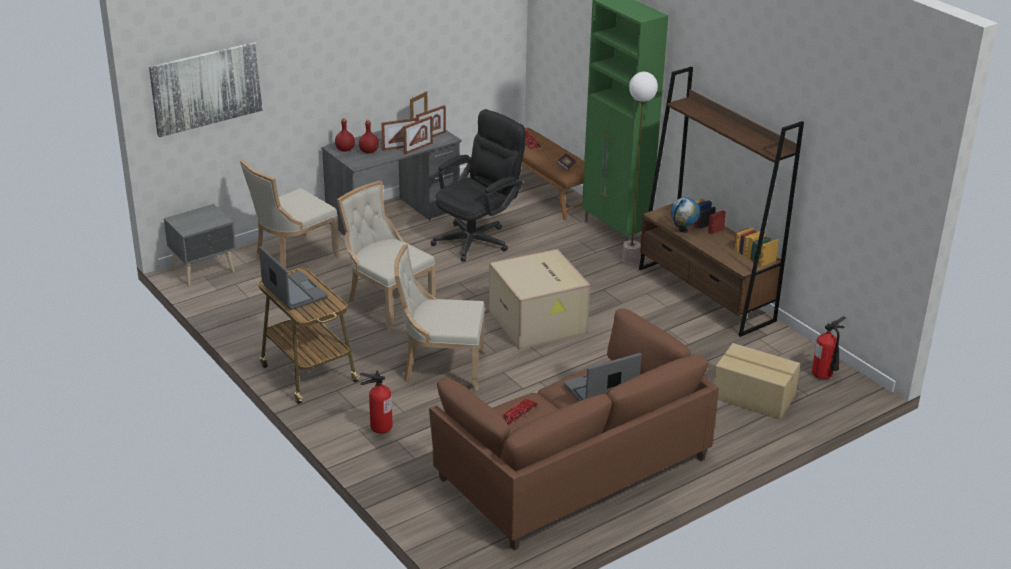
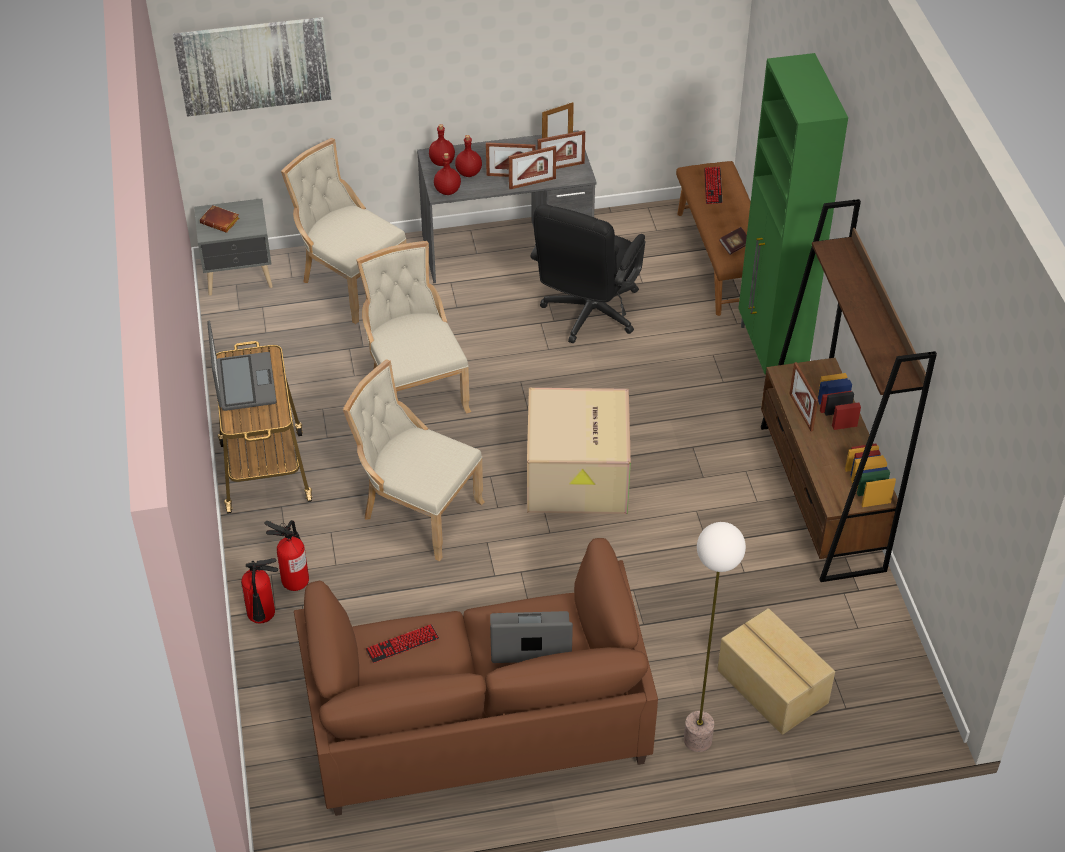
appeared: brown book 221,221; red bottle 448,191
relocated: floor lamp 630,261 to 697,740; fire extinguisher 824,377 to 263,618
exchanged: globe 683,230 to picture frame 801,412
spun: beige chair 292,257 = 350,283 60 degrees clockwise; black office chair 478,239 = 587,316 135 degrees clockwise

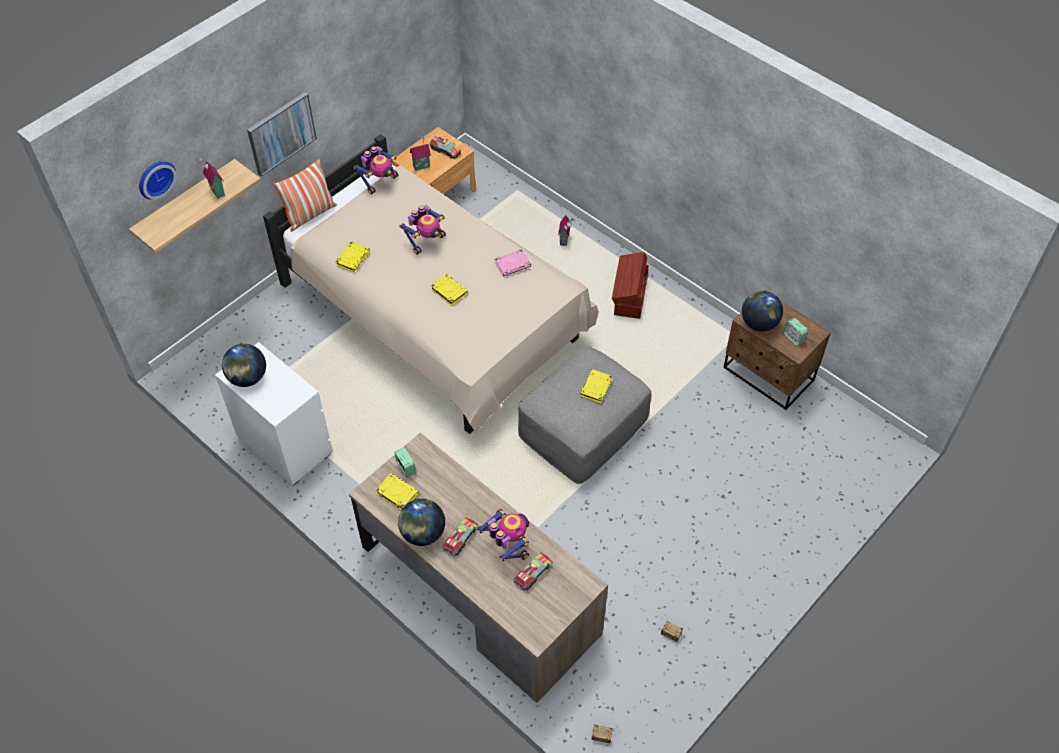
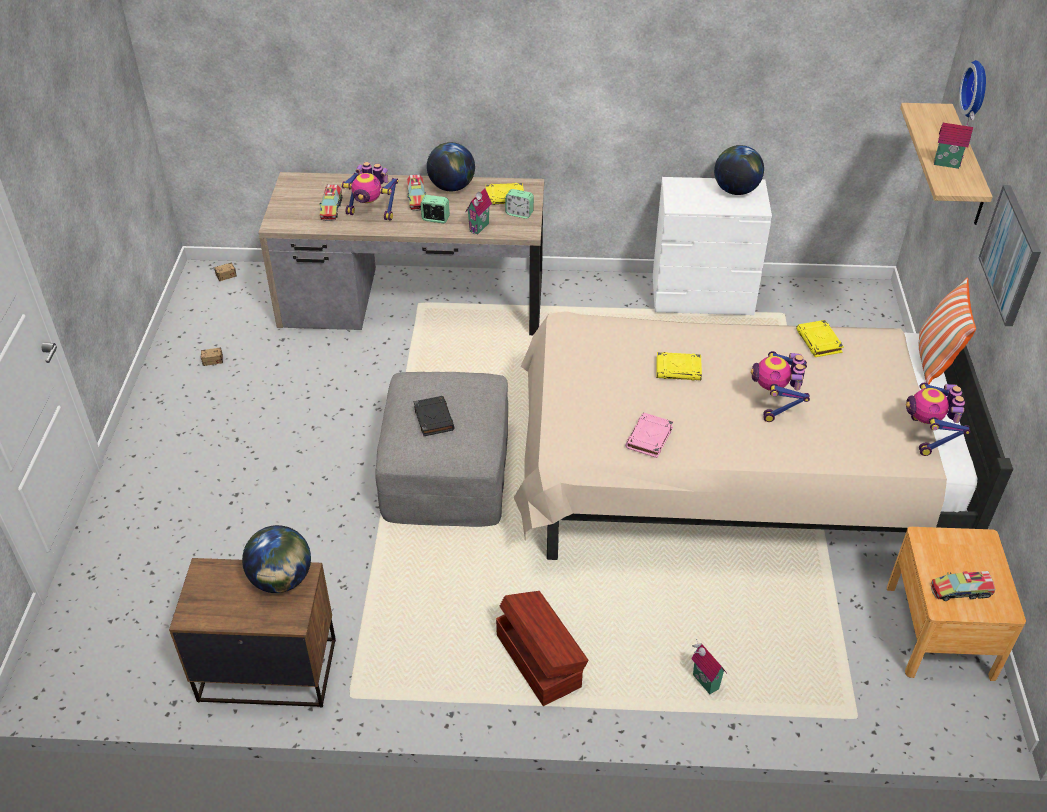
relocated: toy house 421,165 to 480,228; alarm clock 794,337 to 435,219
colour: yellow book 596,388 to black book 433,418

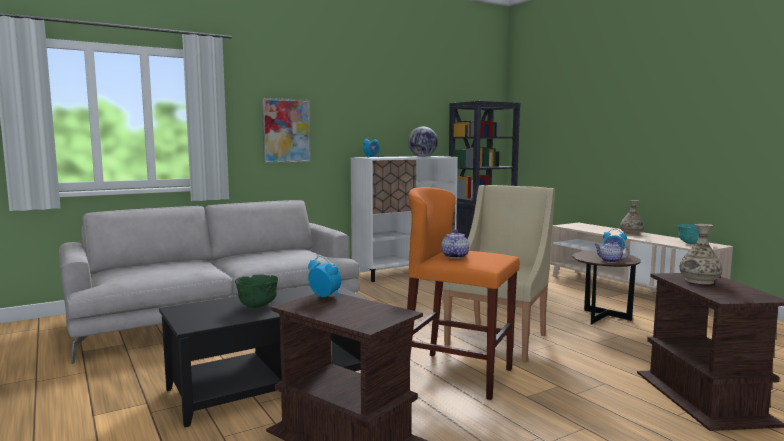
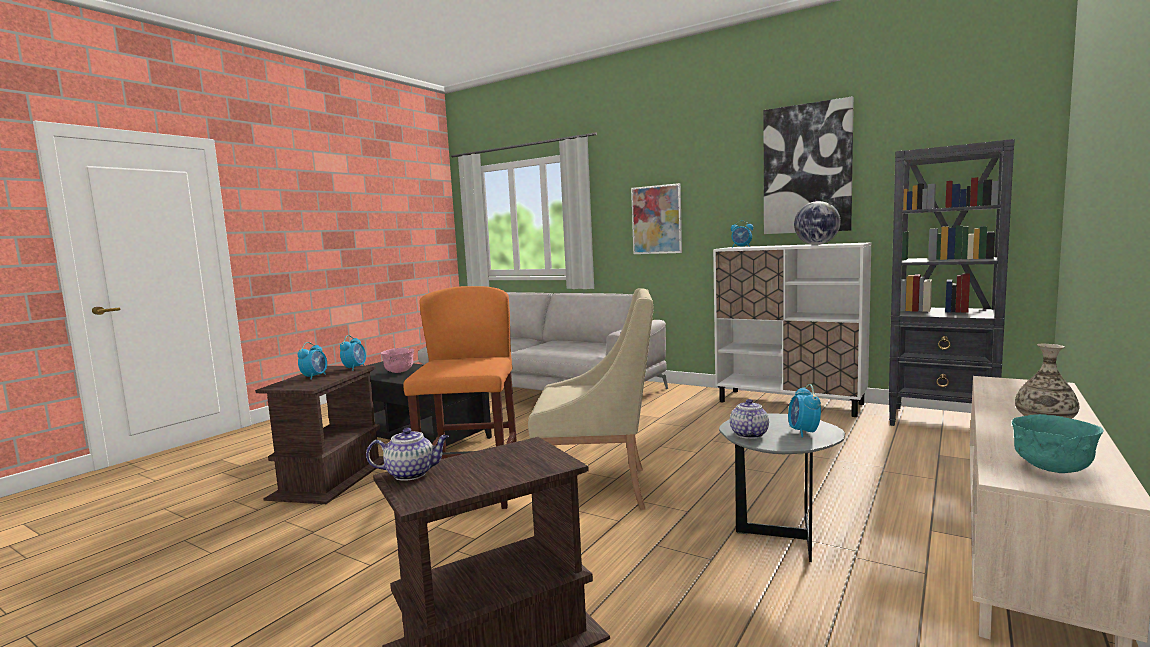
missing: vase 699,281
appeared: alarm clock 315,377; picture 807,169
relocated: teapot 454,256 to 411,473
colour: green bowl 257,306 to pink bowl 399,372; brown side table 602,319 to grey side table 780,538

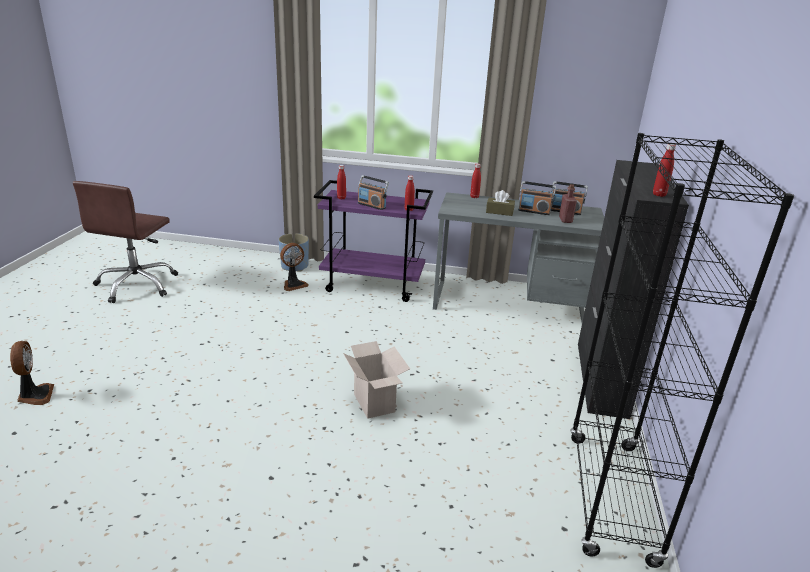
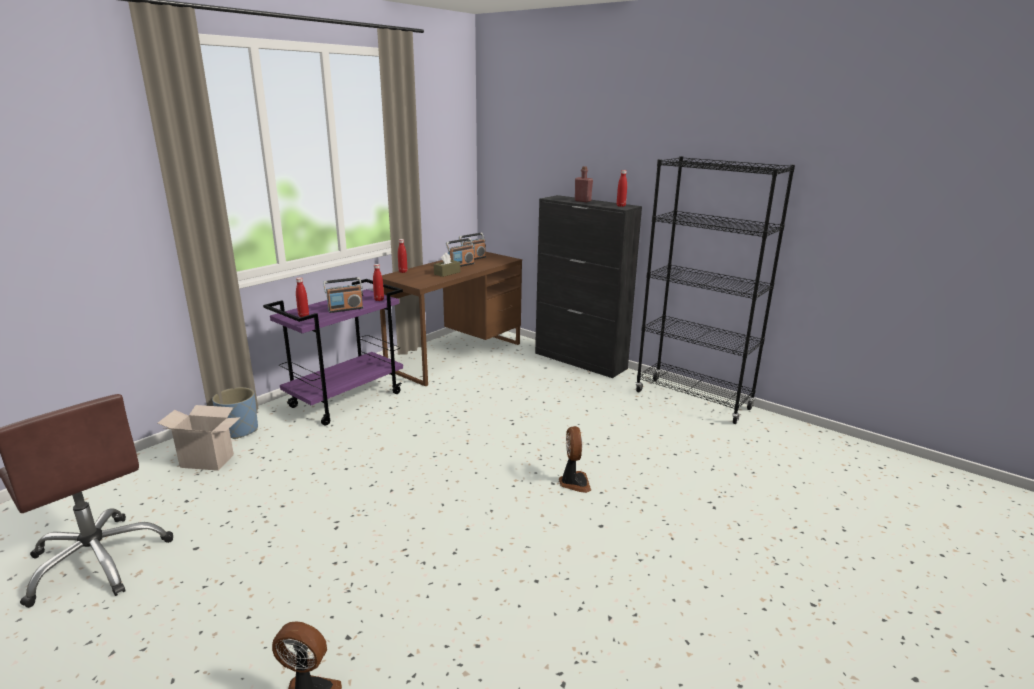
relocated: fan 294,284 to 573,482; cardboard box 376,403 to 209,460; red bottle 565,220 to 582,201
colour: grey desk 509,304 to brown desk 456,356

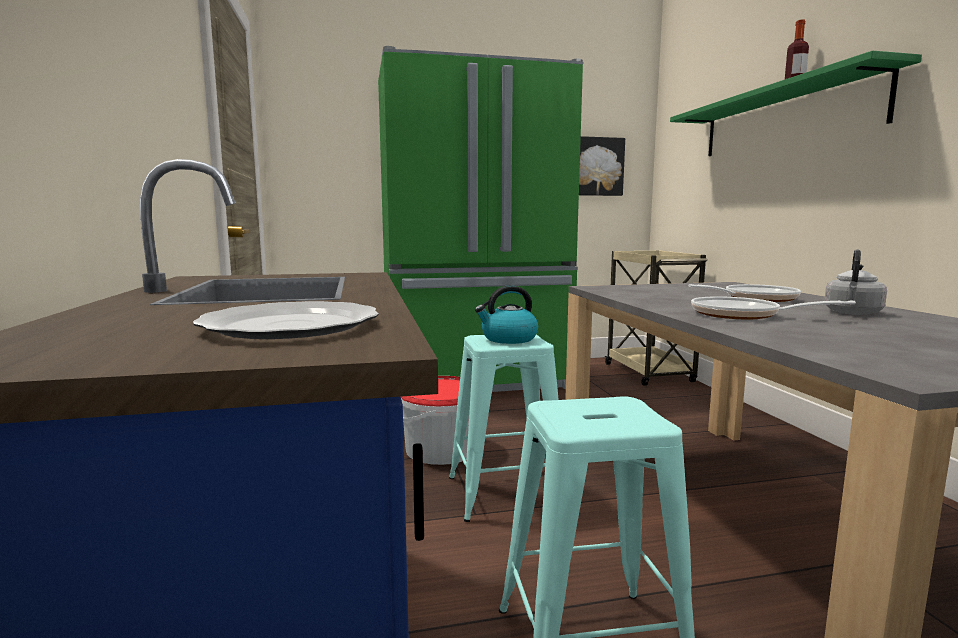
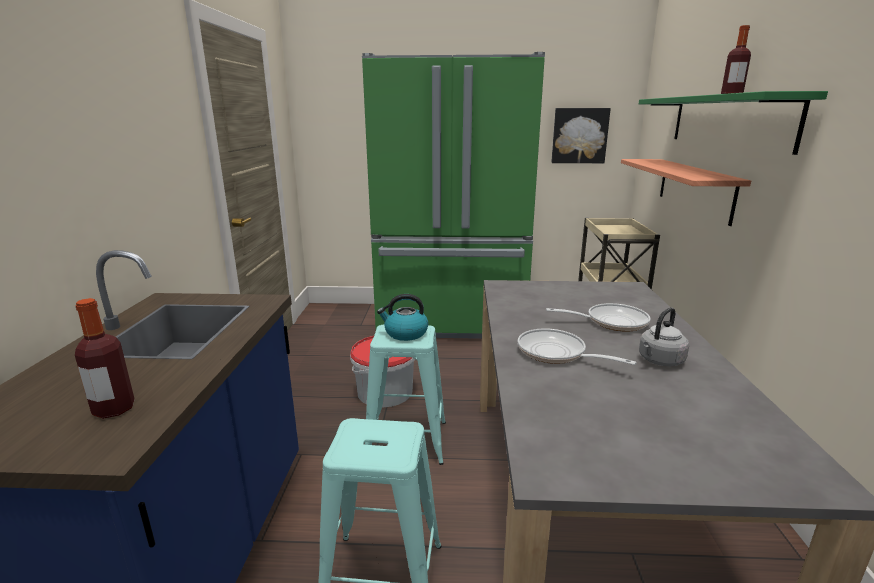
appeared: shelf 694,188
exchanged: plate 293,325 to bottle 114,409

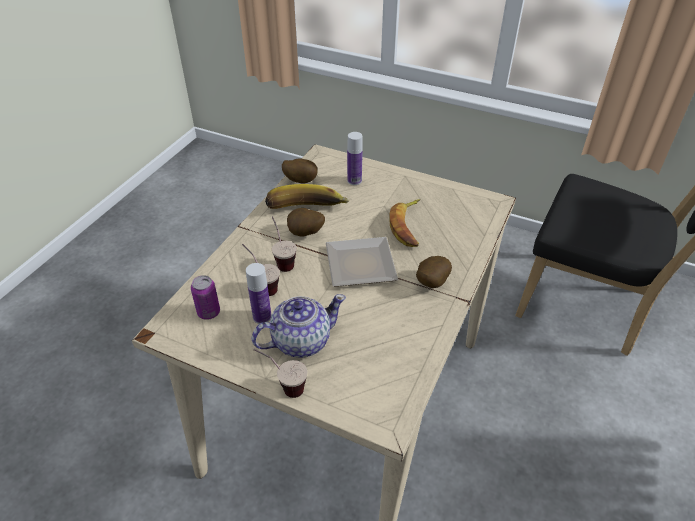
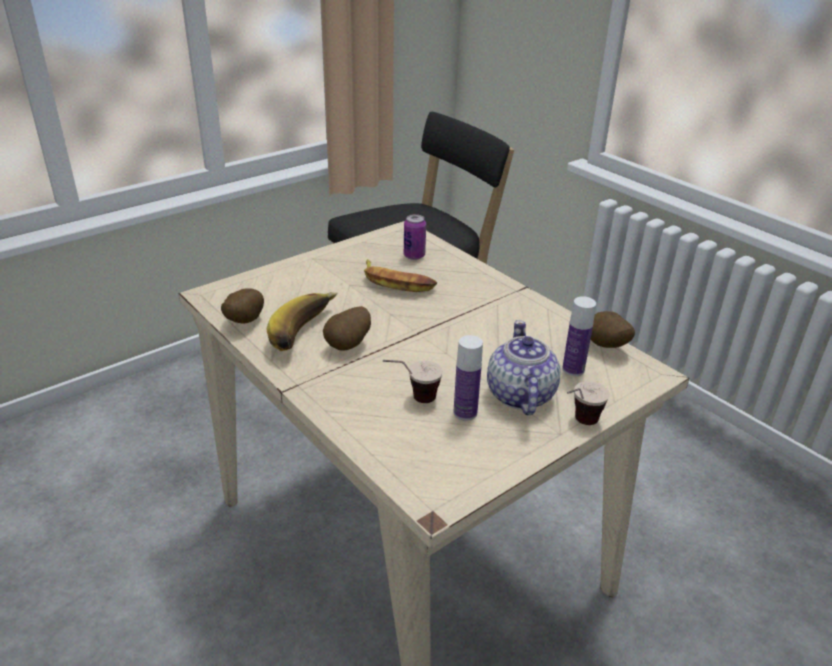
missing: cup 282,260; plate 363,266
relocated: can 209,312 to 414,255; bottle 354,180 to 573,369; potato 430,283 to 605,347

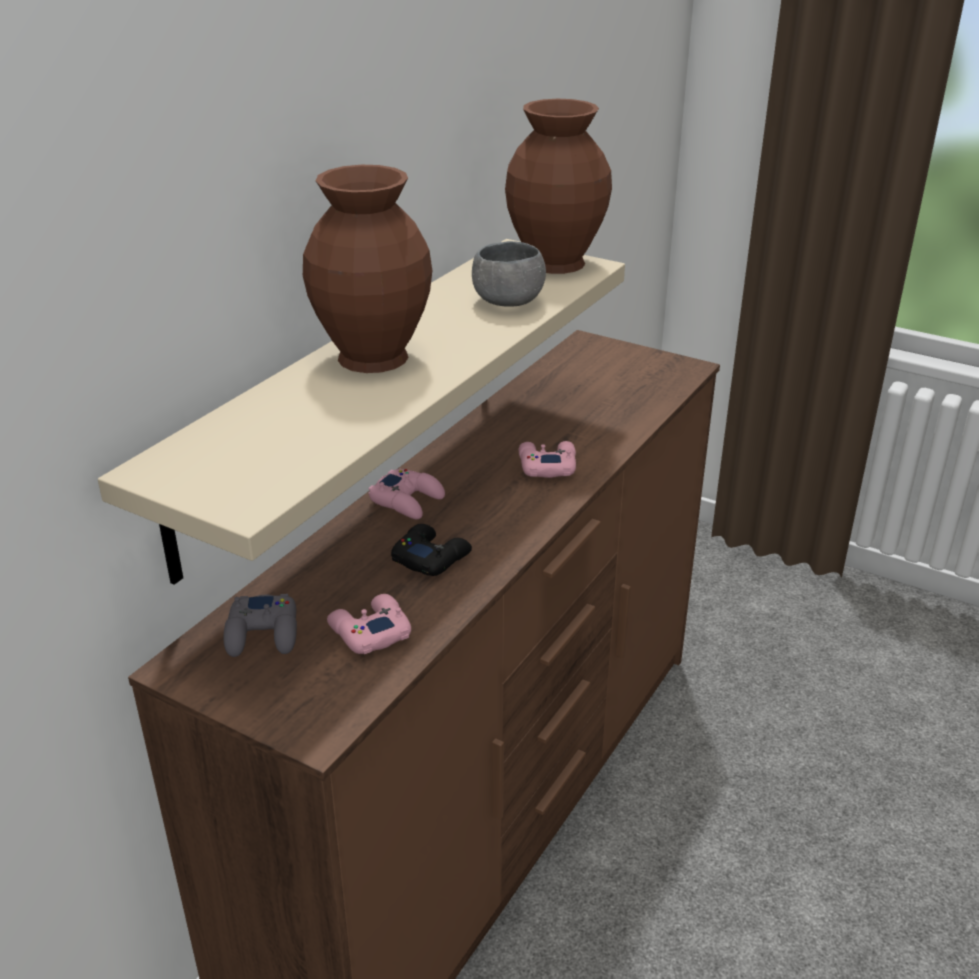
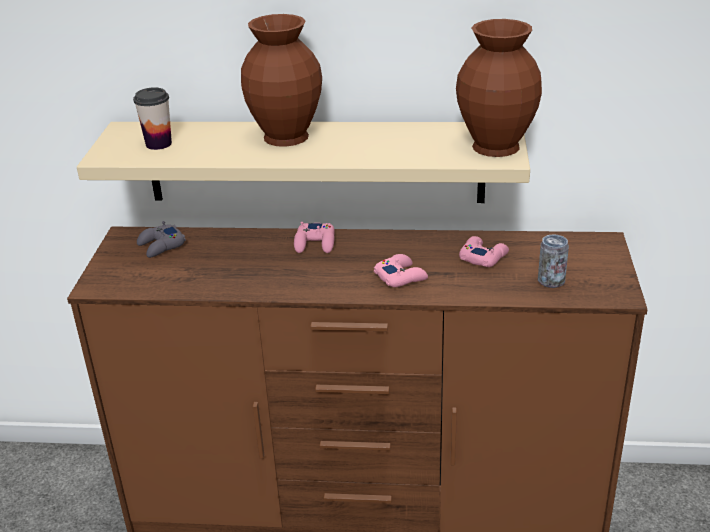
missing: black game controller 431,557; grey bowl 508,302
appeared: cup 158,144; can 551,281
relocated: pink game controller 369,632 to 483,257

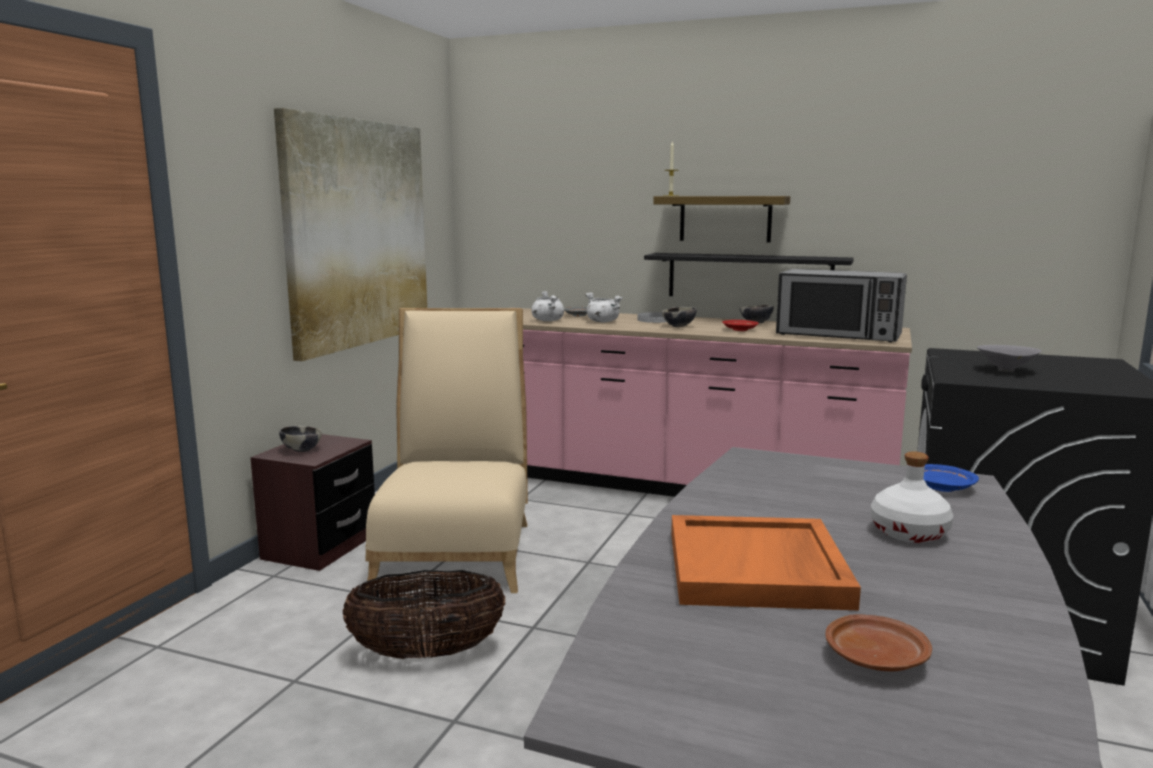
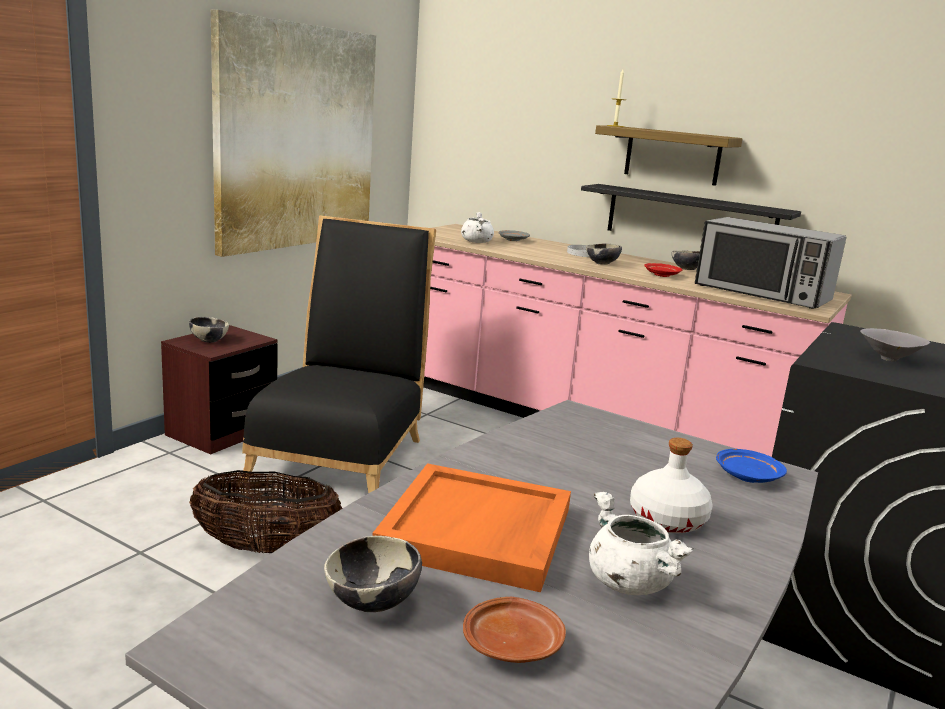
appeared: bowl 372,603
relocated: white cooking pot 602,321 to 627,582
colour: beige chair 456,549 to black chair 341,454

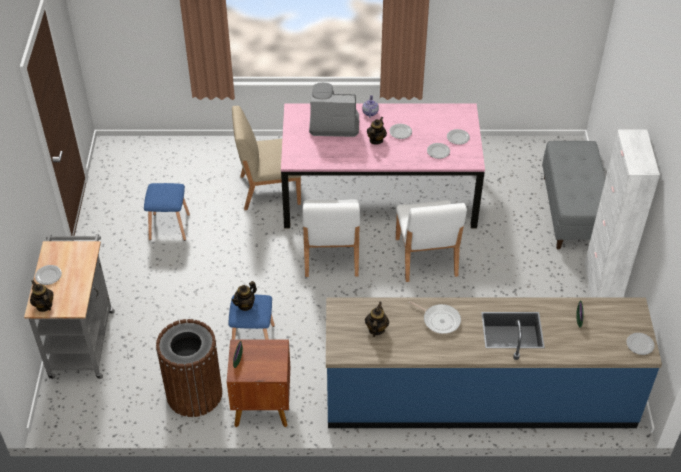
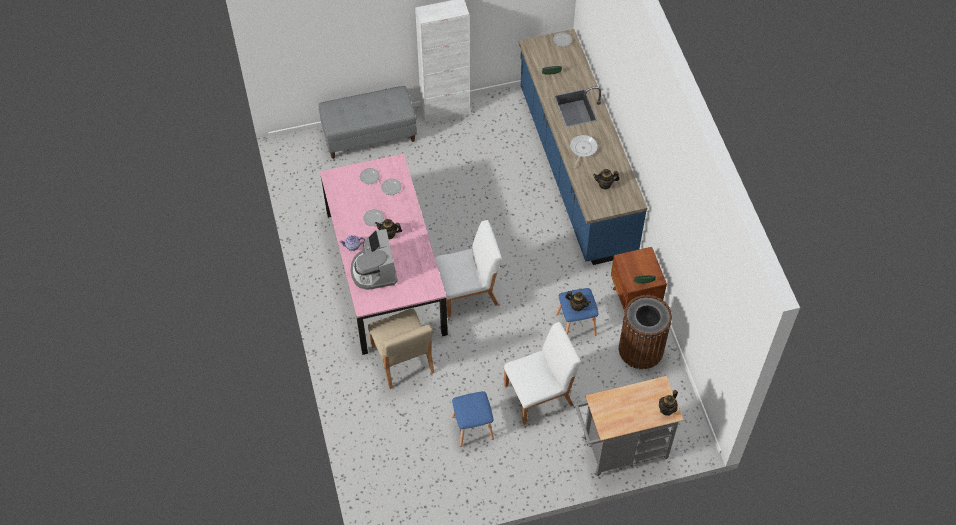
missing: plate 48,276
relocated: white chair 426,257 to 539,395

